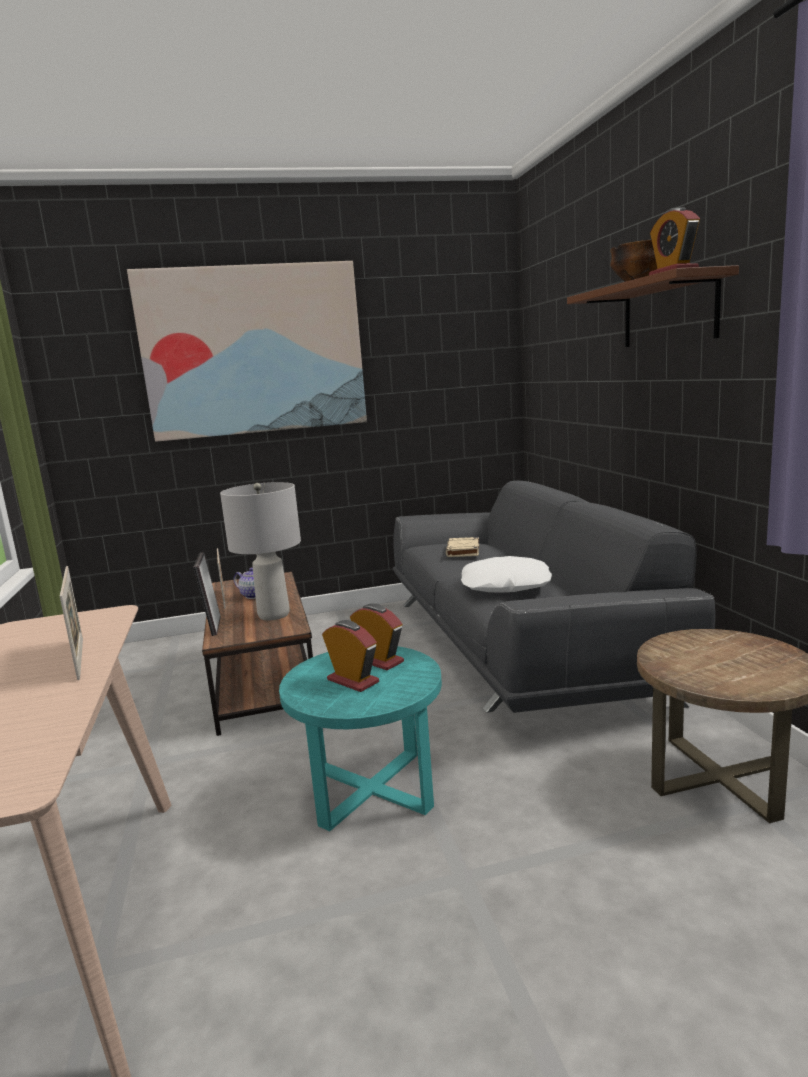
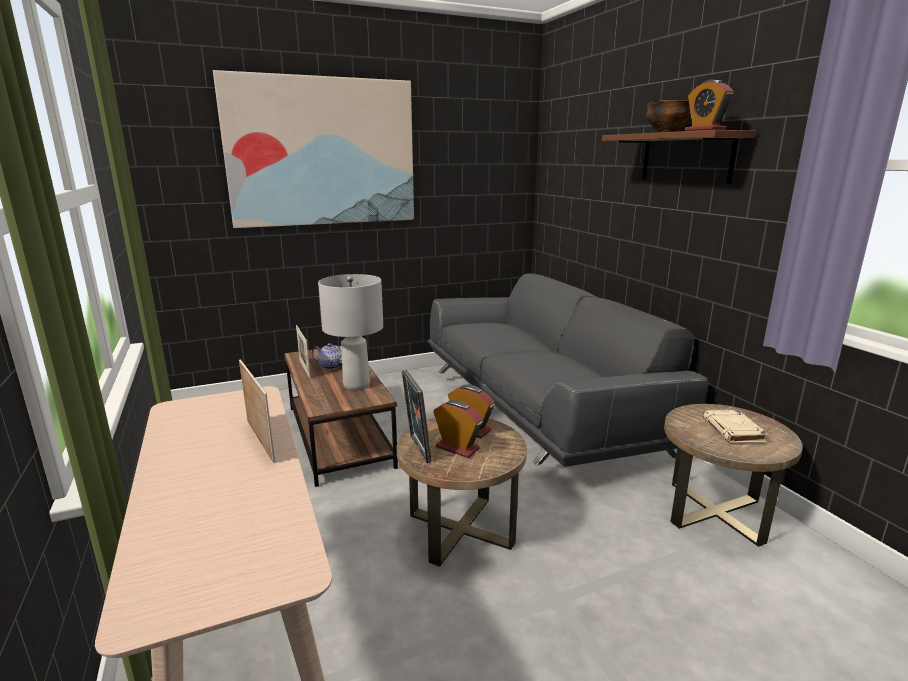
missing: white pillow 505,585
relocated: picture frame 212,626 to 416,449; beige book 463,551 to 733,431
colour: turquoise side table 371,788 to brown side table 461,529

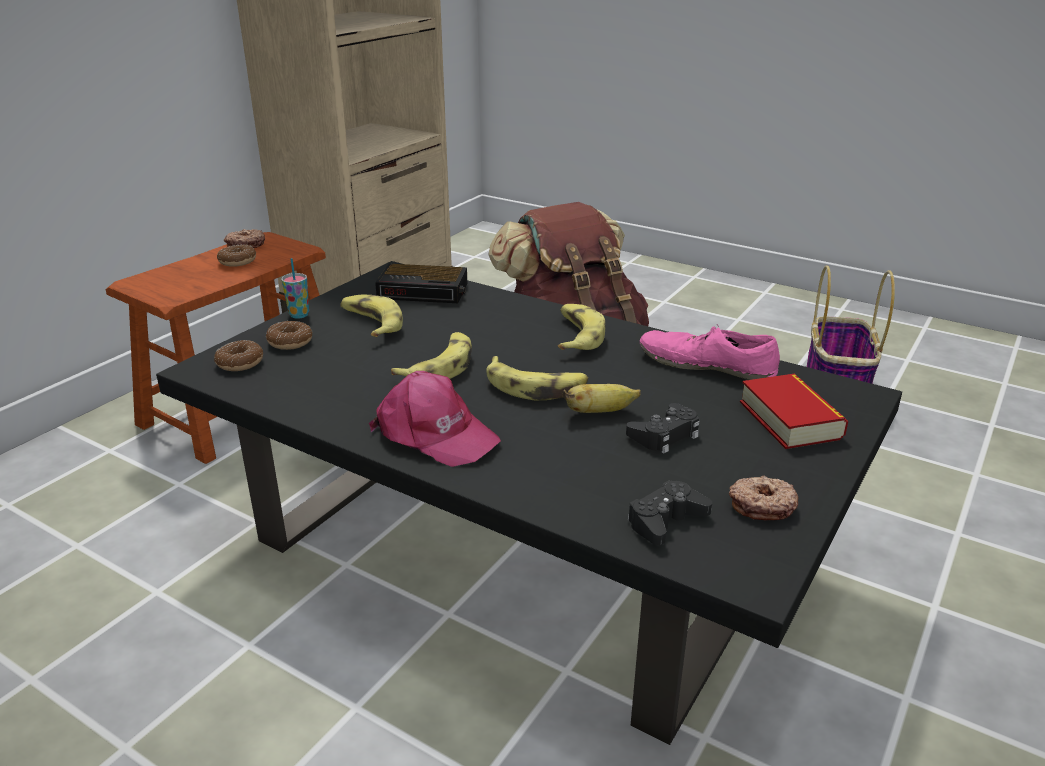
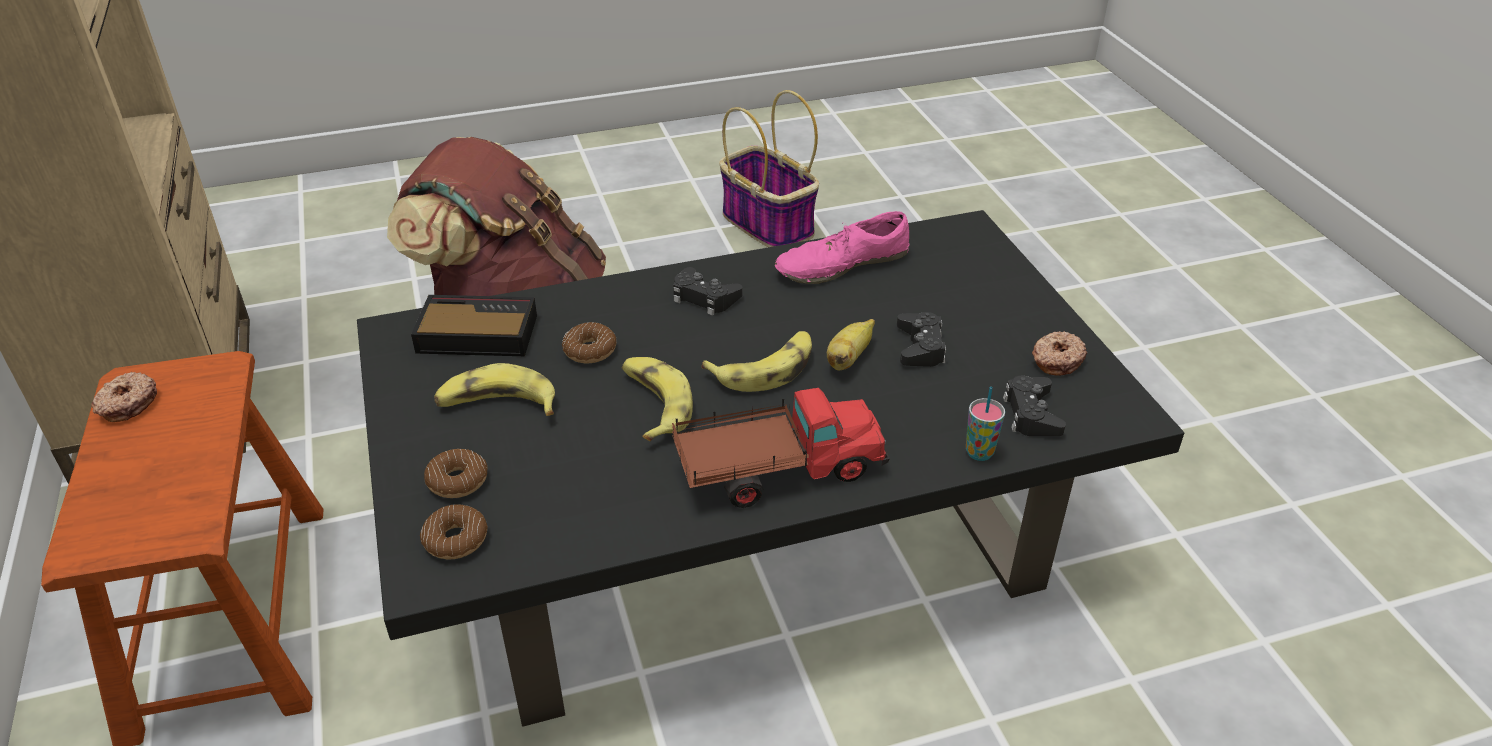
missing: book 790,420
relocated: donut 237,261 to 590,350; cup 299,315 to 979,452
exchanged: pink cap 434,434 to toy truck 776,468; banana 576,336 to black game controller 704,297
spun: alarm clock 425,291 = 474,334 135 degrees counterclockwise

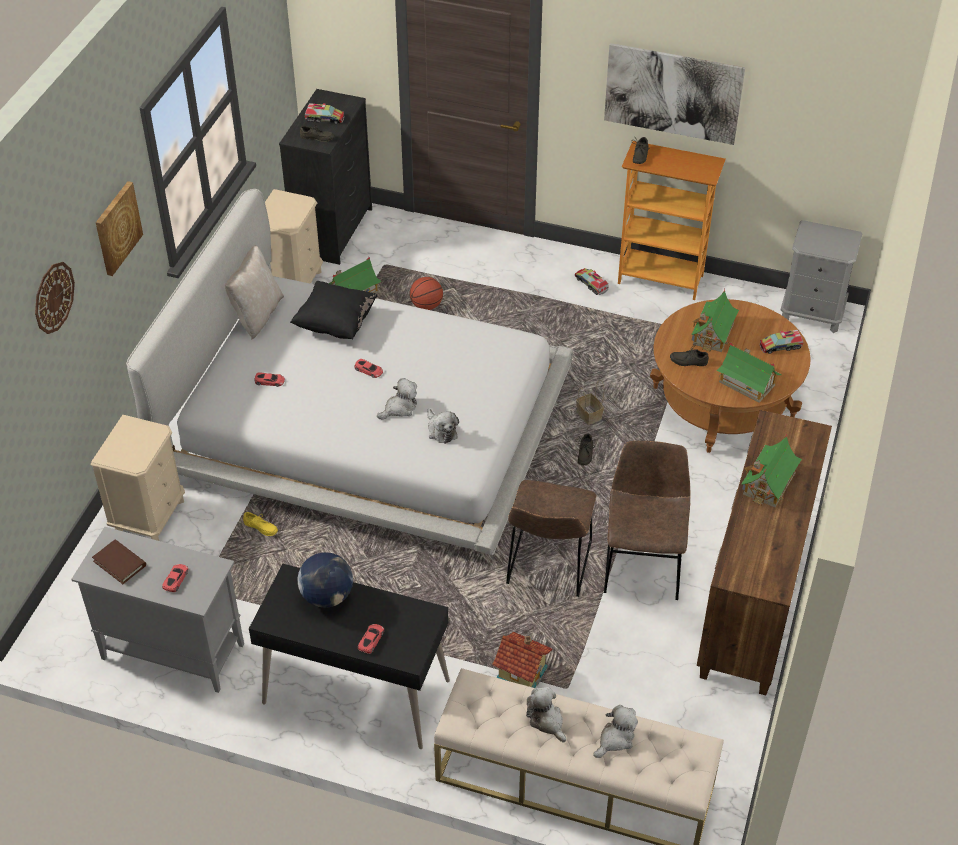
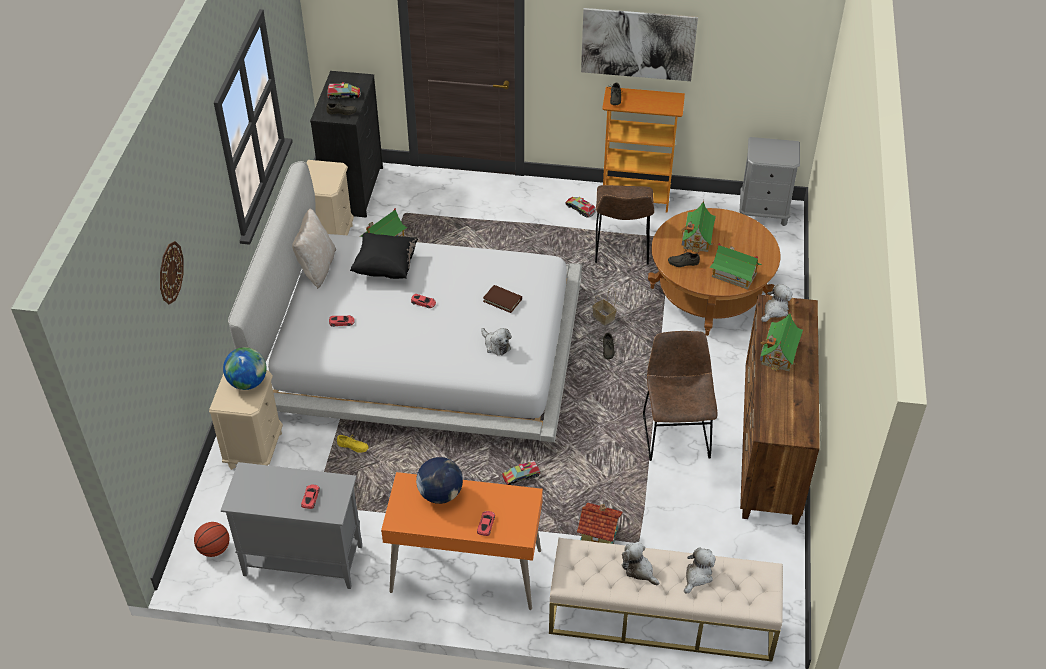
missing: picture 117,228
appeared: globe 248,382
relocated: brown book 120,563 to 502,300; plush toy 399,408 to 775,310; basketball 426,306 to 214,549; brown chair 548,567 to 621,248; toy truck 780,346 to 521,476
colour: black desk 356,693 to orange desk 466,572

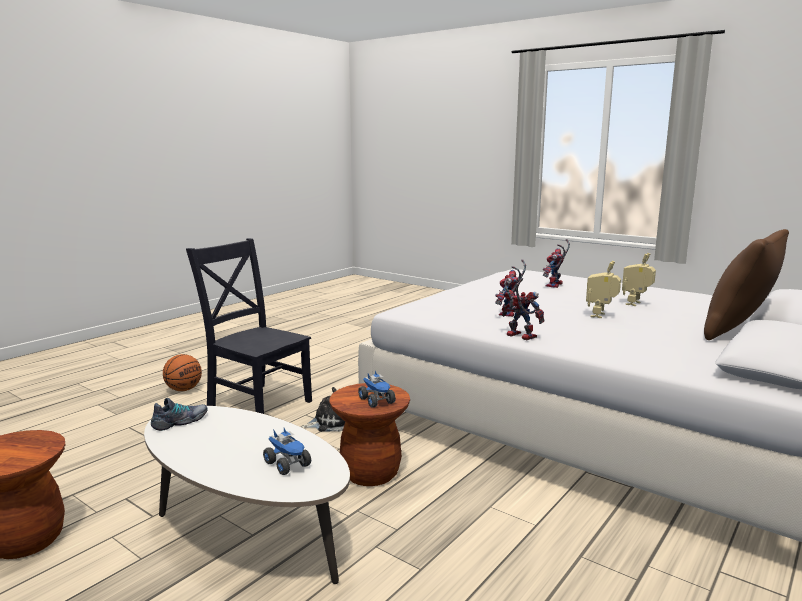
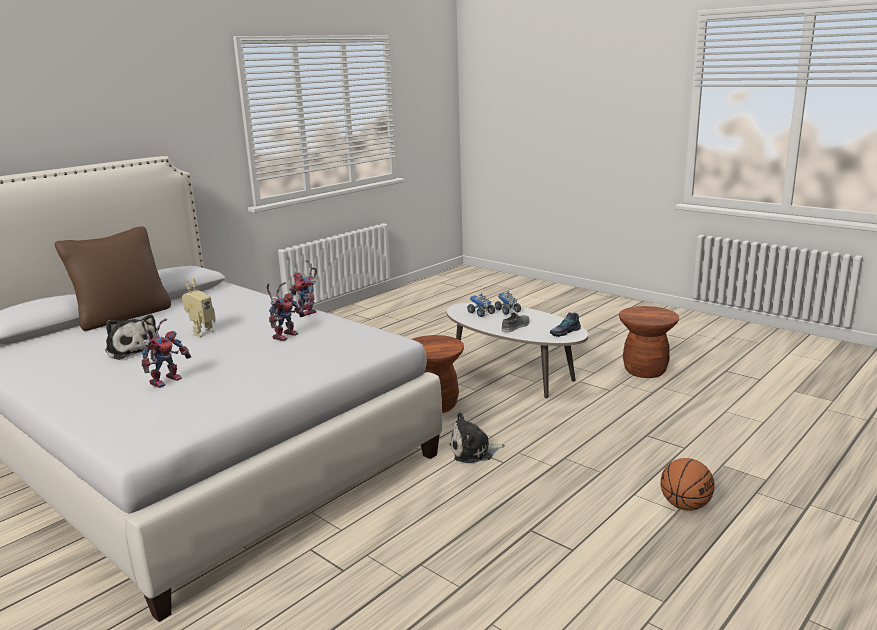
missing: black chair 257,402
appeared: grey shoe 516,326
relocated: toy truck 377,401 to 507,311
exchanged: toy robot 636,304 to plush toy 132,349

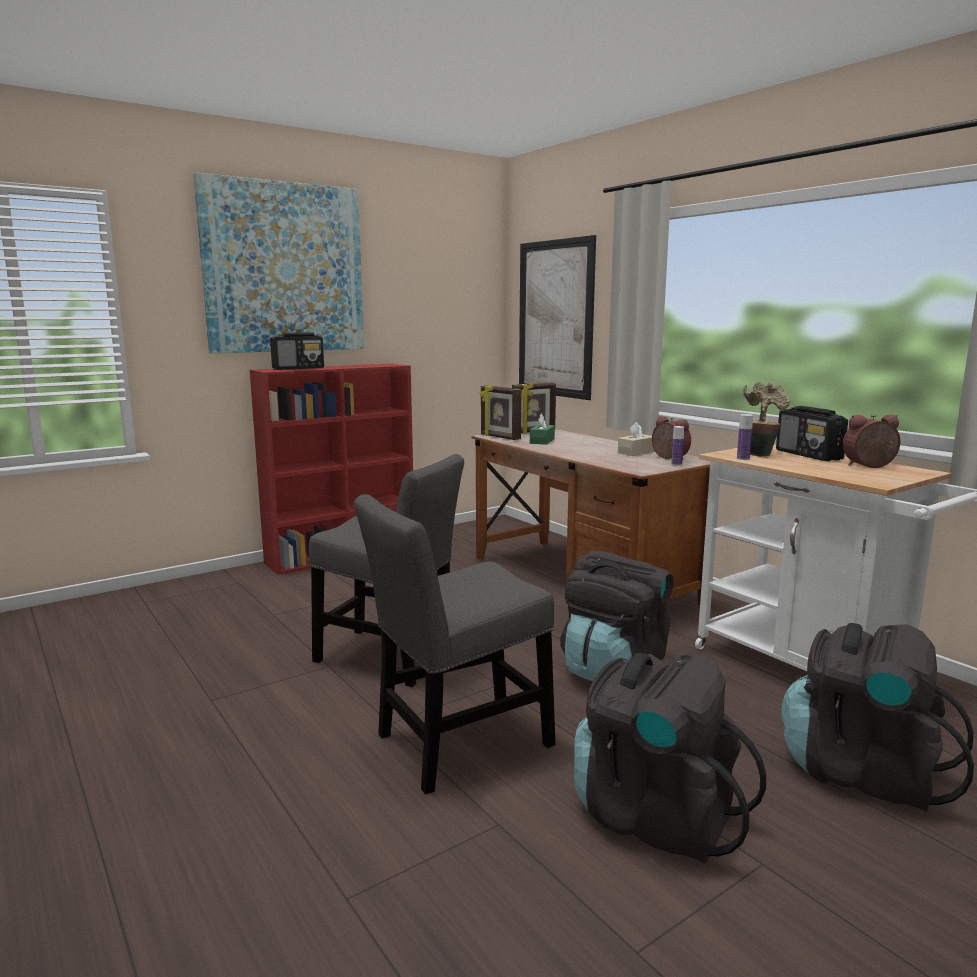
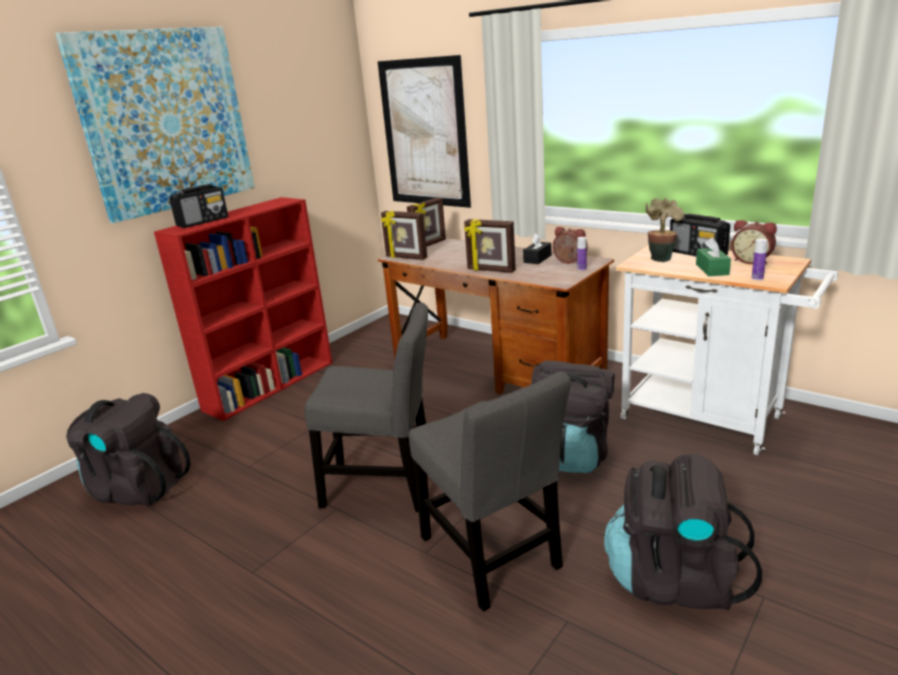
appeared: picture frame 490,270
relocated: green tissue box 542,441 to 712,269; bottle 743,459 to 757,278; black backpack 862,773 to 137,488
colour: beige tissue box 636,452 to black tissue box 537,259
spun: grey chair 457,744 = 492,557 75 degrees counterclockwise; alarm clock 870,466 = 752,261 120 degrees counterclockwise

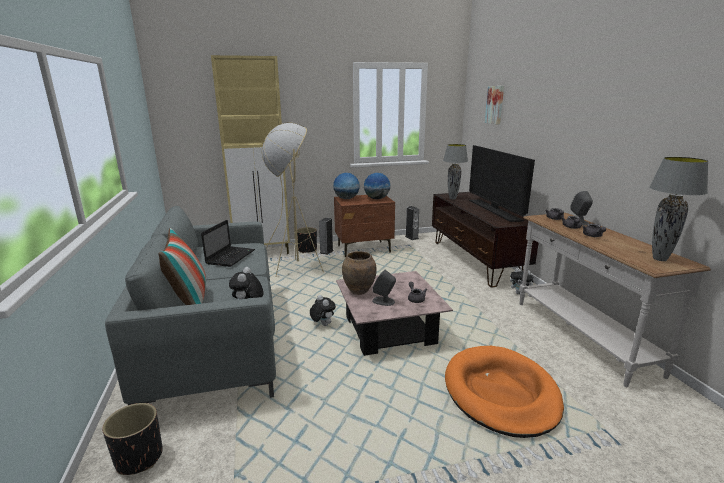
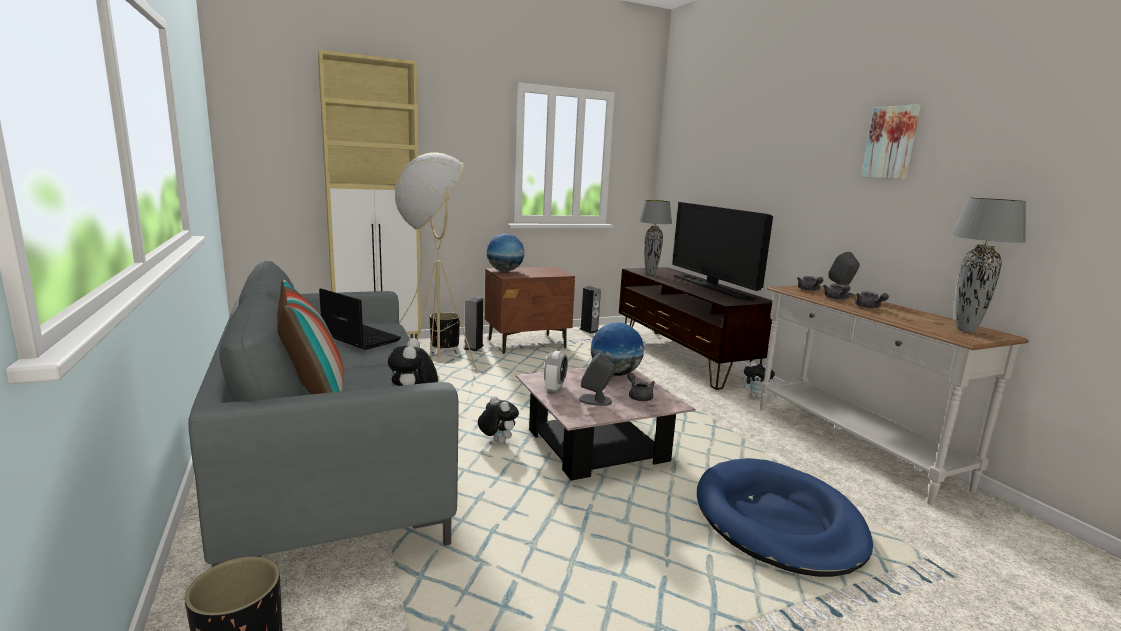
relocated: globe 377,199 to 615,374; picture 495,105 to 892,143
exchanged: brown vase 359,291 to alarm clock 555,388
colour: orange dog bed 500,393 to blue dog bed 778,521
spun: laptop 231,256 = 359,338 60 degrees counterclockwise

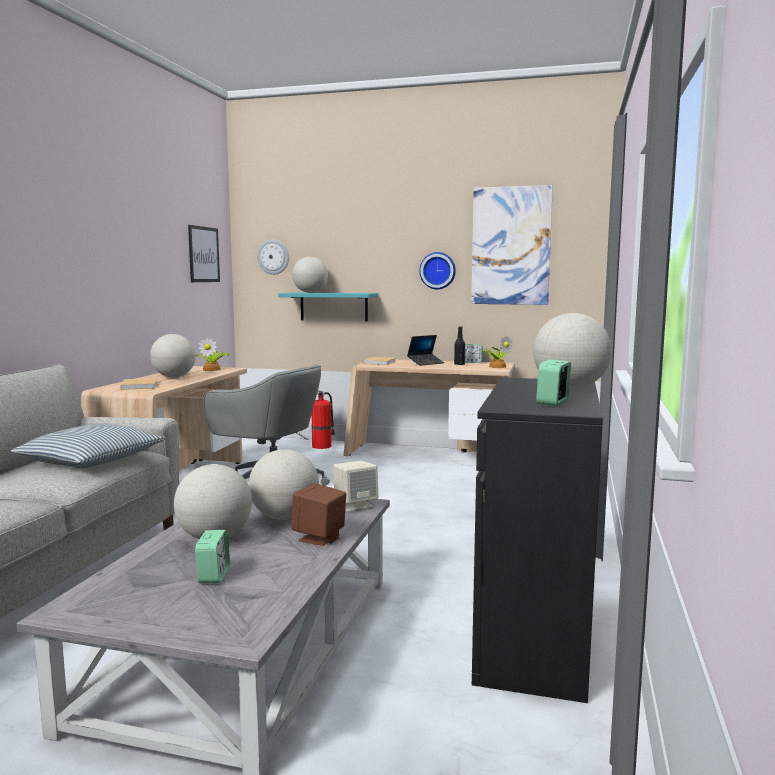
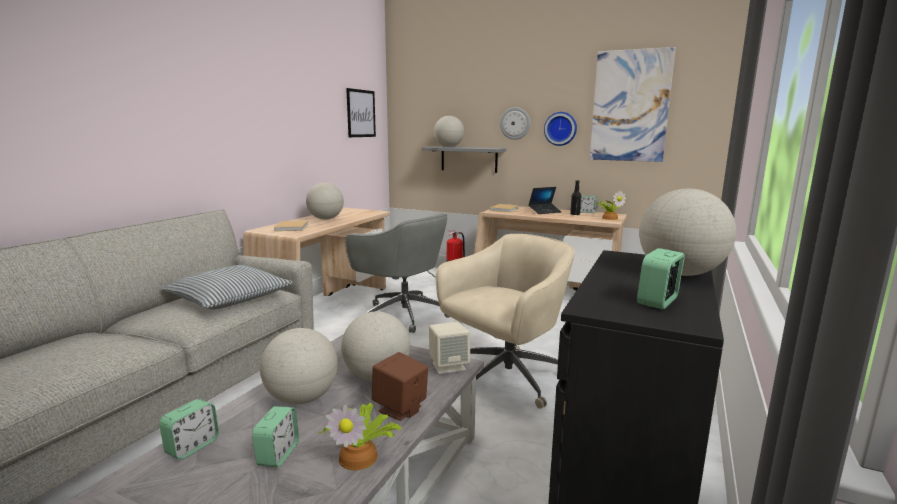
appeared: alarm clock 192,446; beige office chair 504,379
relocated: potted plant 212,369 to 360,455; wall clock 273,257 to 515,123
colour: turquoise shelf 334,306 to grey shelf 469,159

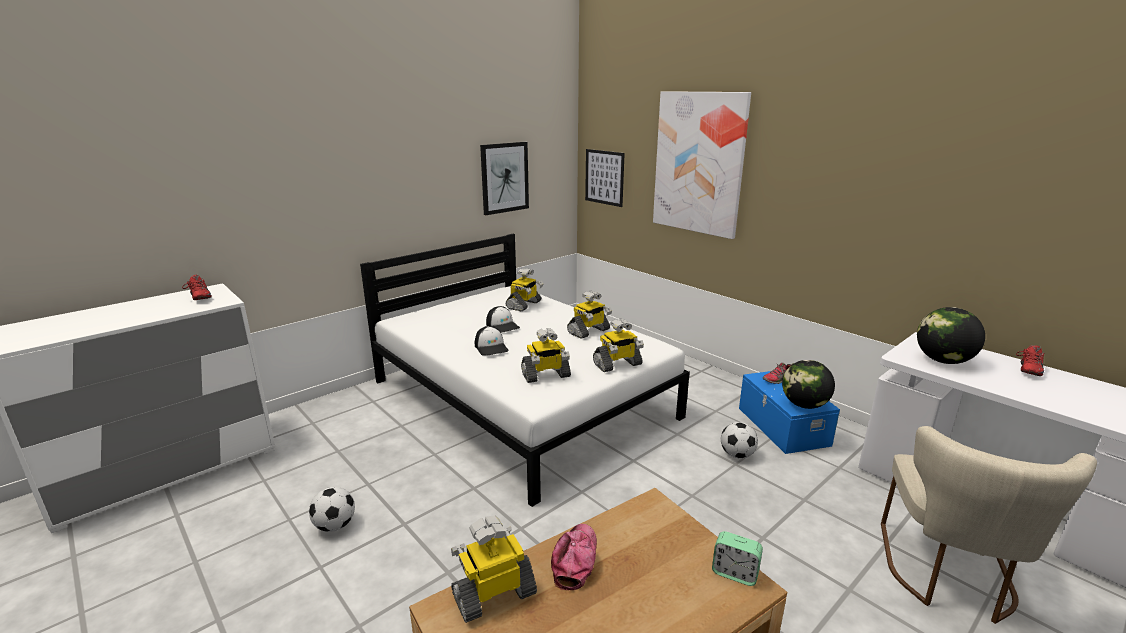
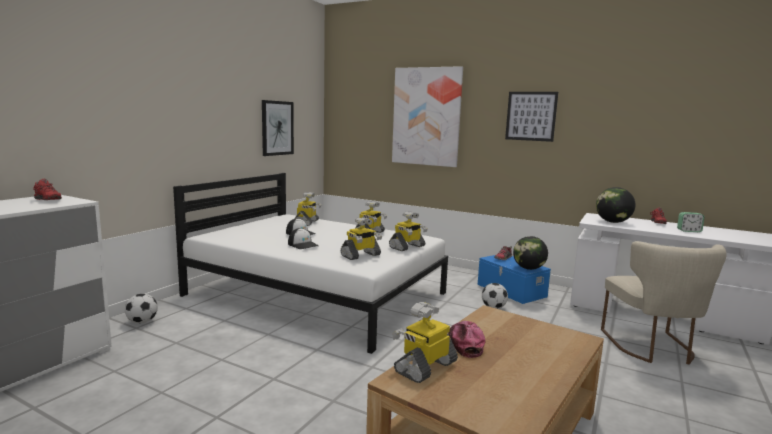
relocated: football 335,526 to 142,322; picture 604,177 to 531,116; alarm clock 734,573 to 689,231

